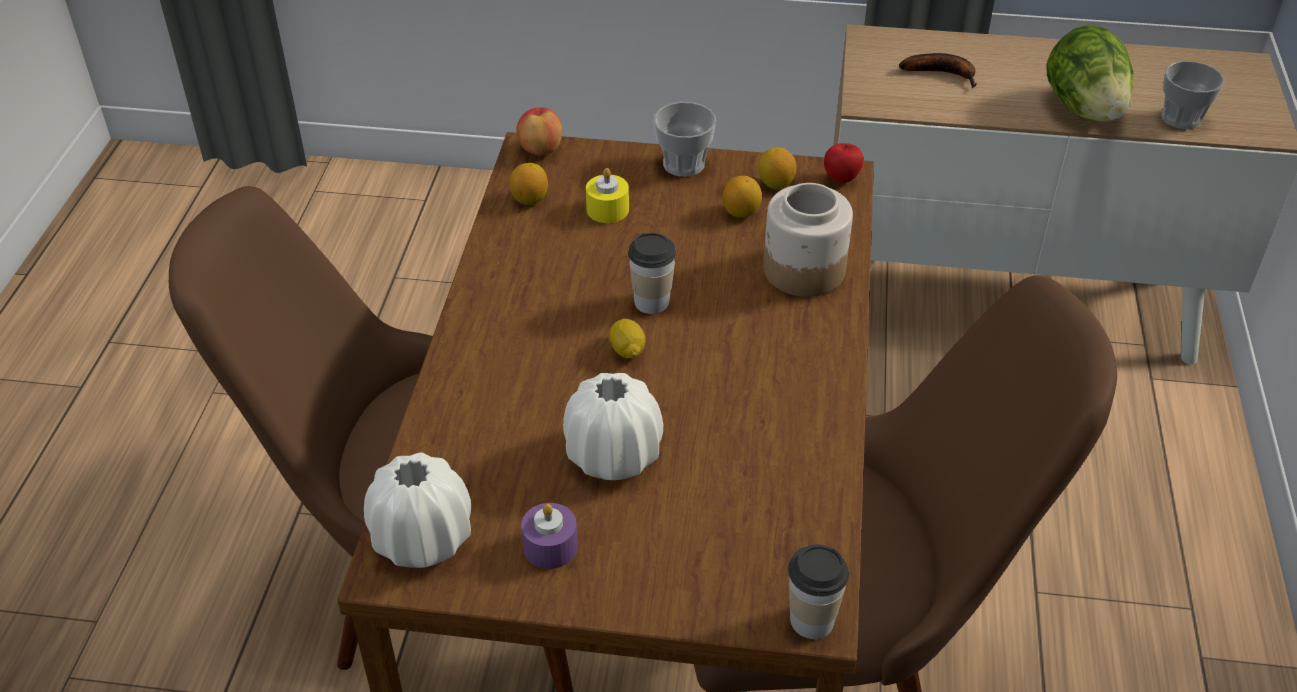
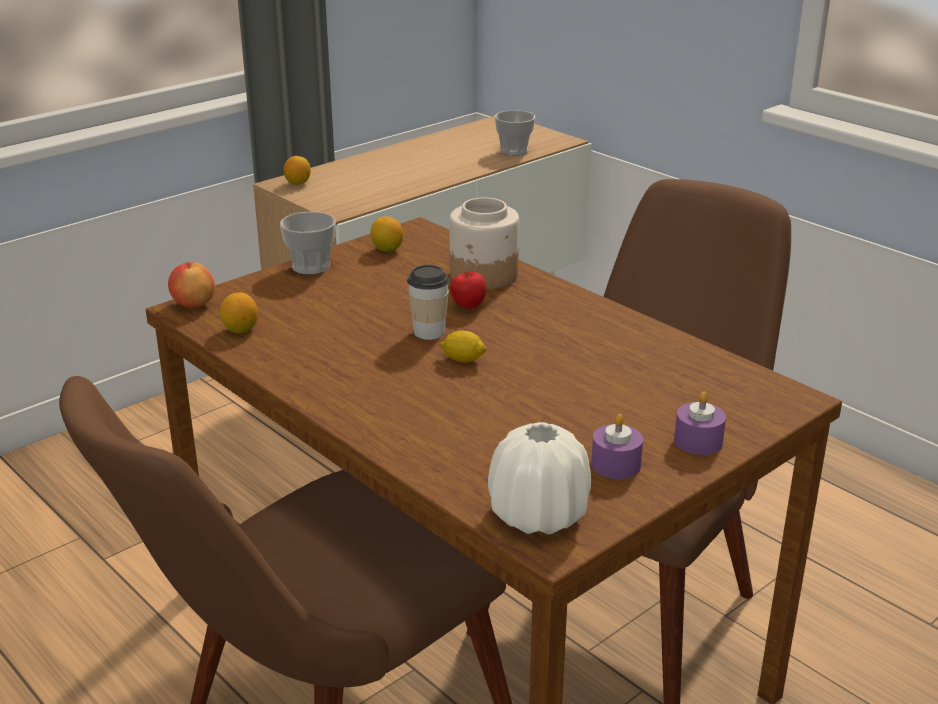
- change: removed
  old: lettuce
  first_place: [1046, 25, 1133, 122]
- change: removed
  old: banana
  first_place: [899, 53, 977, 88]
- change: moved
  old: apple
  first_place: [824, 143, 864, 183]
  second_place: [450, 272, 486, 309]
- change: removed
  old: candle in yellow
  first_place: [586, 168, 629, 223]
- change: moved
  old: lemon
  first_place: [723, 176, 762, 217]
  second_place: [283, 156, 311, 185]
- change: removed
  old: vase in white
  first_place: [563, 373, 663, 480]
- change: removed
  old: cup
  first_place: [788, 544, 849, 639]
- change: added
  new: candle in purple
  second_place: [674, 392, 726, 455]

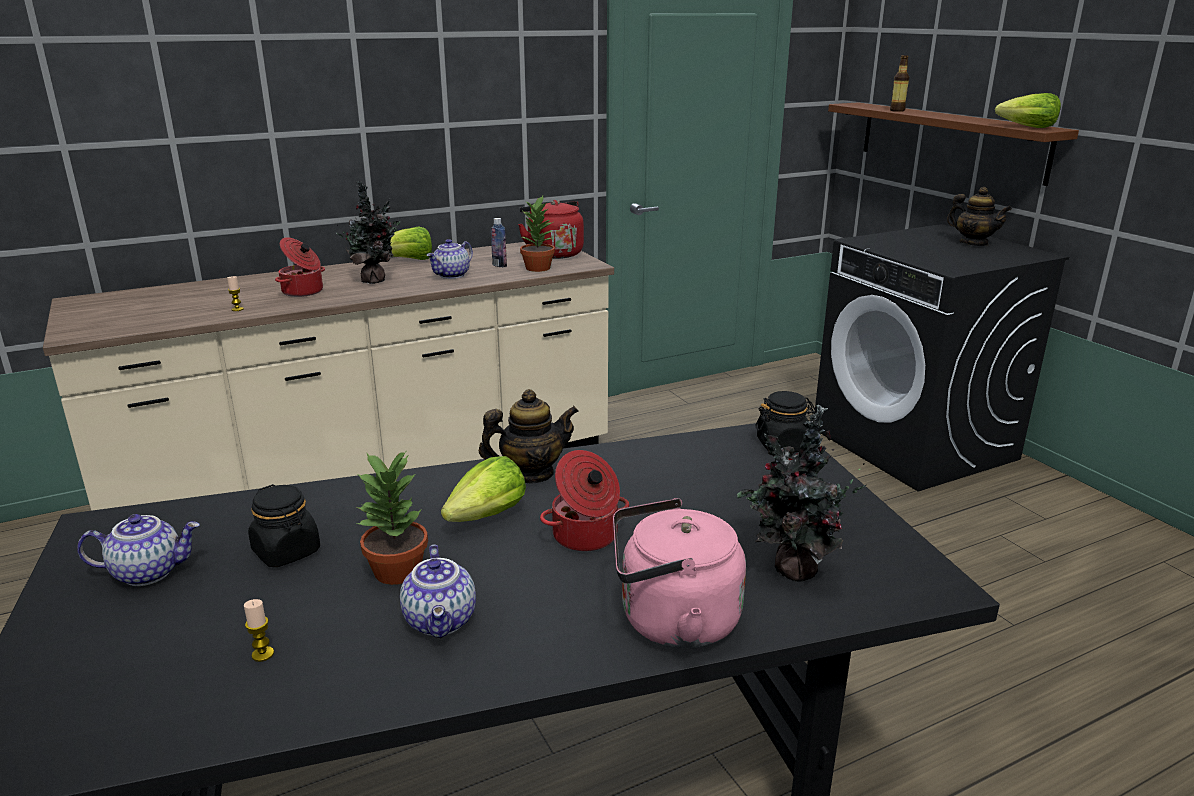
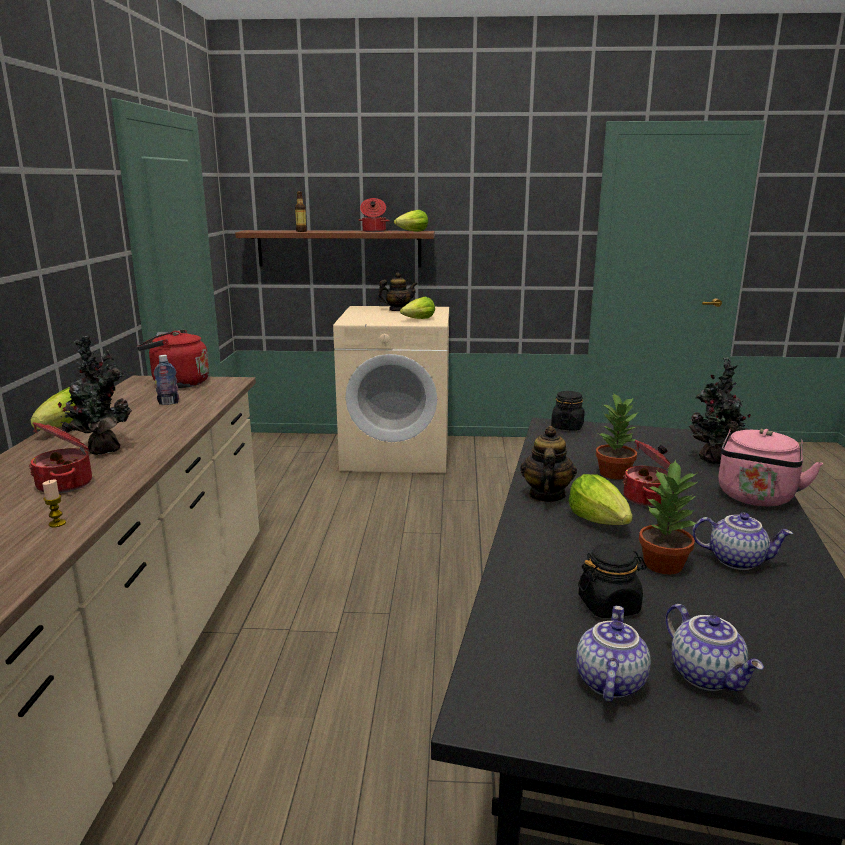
- change: moved
  old: potted plant
  first_place: [520, 196, 555, 272]
  second_place: [596, 392, 637, 479]
- change: recoloured
  old: washing machine in black
  new: washing machine in beige
  first_place: [815, 224, 1069, 491]
  second_place: [333, 306, 449, 473]
- change: moved
  old: teapot
  first_place: [426, 239, 473, 279]
  second_place: [666, 604, 764, 692]
- change: removed
  old: candle
  first_place: [244, 599, 274, 662]
- change: added
  new: cooking pot
  second_place: [358, 198, 390, 232]
- change: added
  new: lettuce
  second_place: [400, 297, 435, 319]

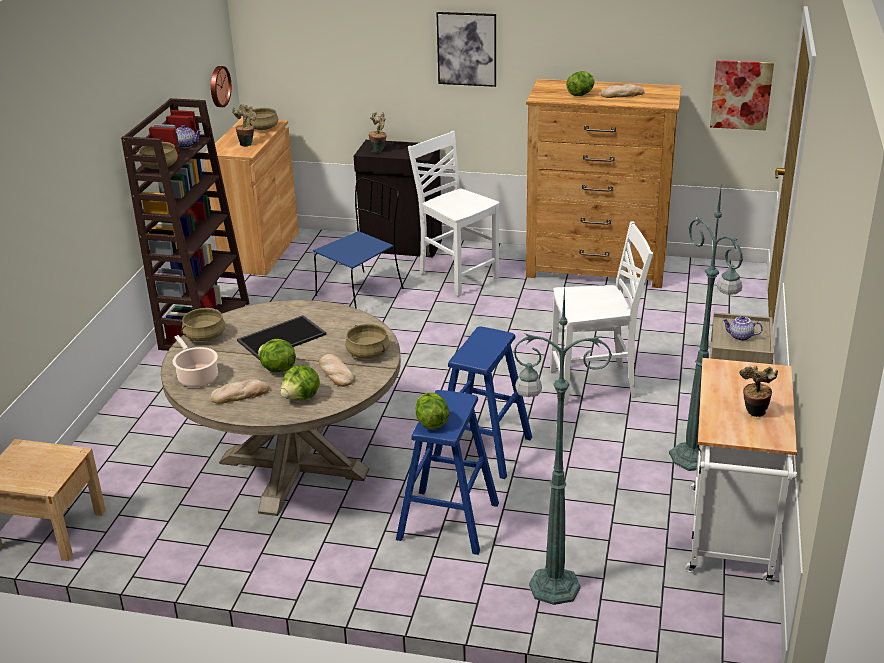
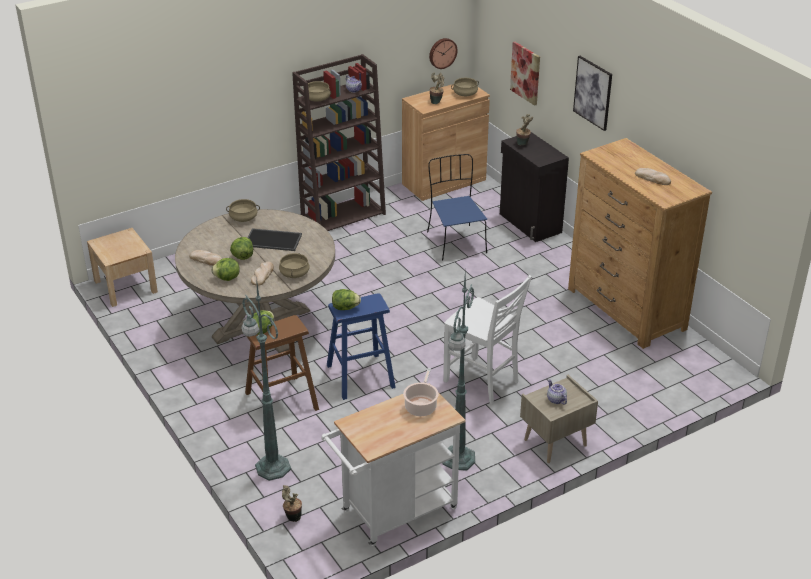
- change: moved
  old: picture
  first_place: [710, 60, 774, 130]
  second_place: [510, 42, 540, 106]
- change: moved
  old: lettuce
  first_place: [566, 71, 595, 96]
  second_place: [332, 289, 361, 310]
- change: removed
  old: chair in white
  first_place: [408, 131, 499, 297]
- change: turned
  old: chair in blue
  first_place: [313, 177, 404, 309]
  second_place: [427, 154, 487, 261]
  degrees: -105
- change: moved
  old: cooking pot
  first_place: [173, 335, 218, 387]
  second_place: [403, 368, 439, 416]
- change: moved
  old: potted plant
  first_place: [739, 366, 778, 417]
  second_place: [282, 485, 302, 522]
- change: recoloured
  old: stool in blue
  new: stool in brown
  first_place: [396, 390, 499, 555]
  second_place: [245, 315, 319, 411]

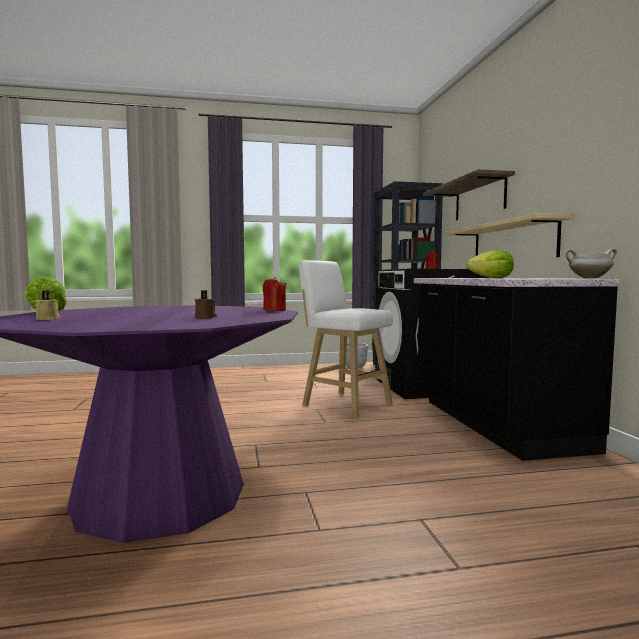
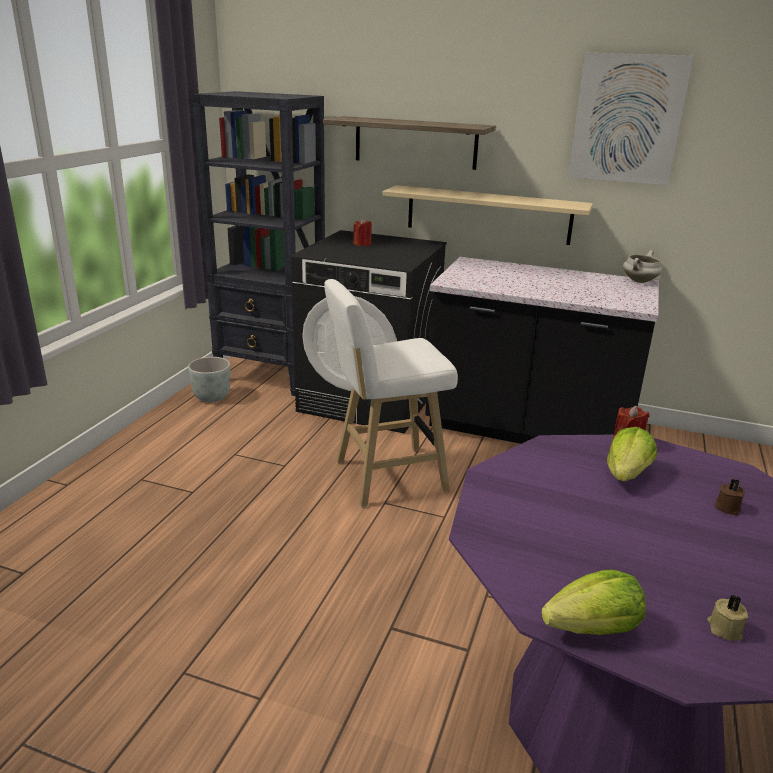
- change: moved
  old: lettuce
  first_place: [466, 250, 514, 278]
  second_place: [607, 427, 657, 482]
- change: added
  new: picture
  second_place: [568, 53, 694, 185]

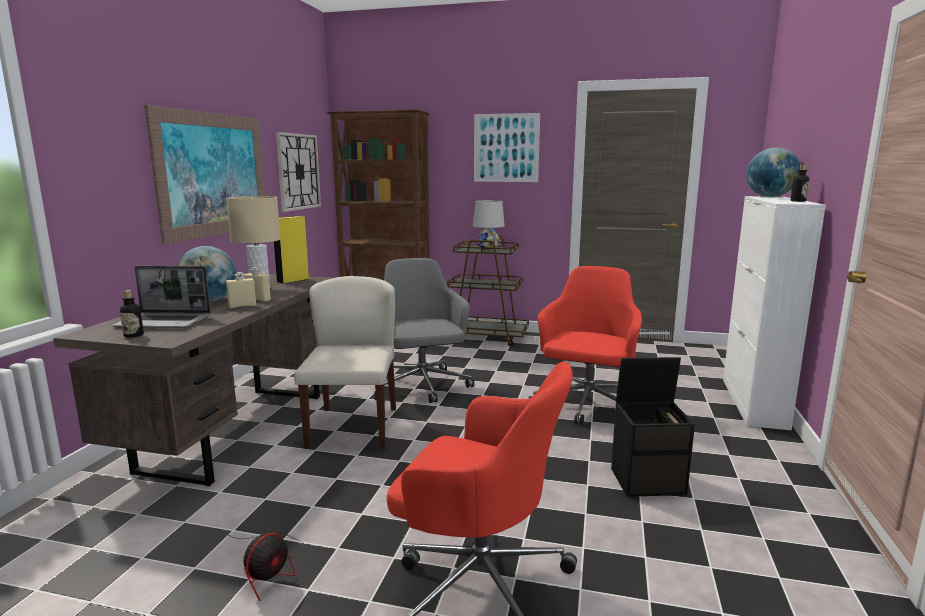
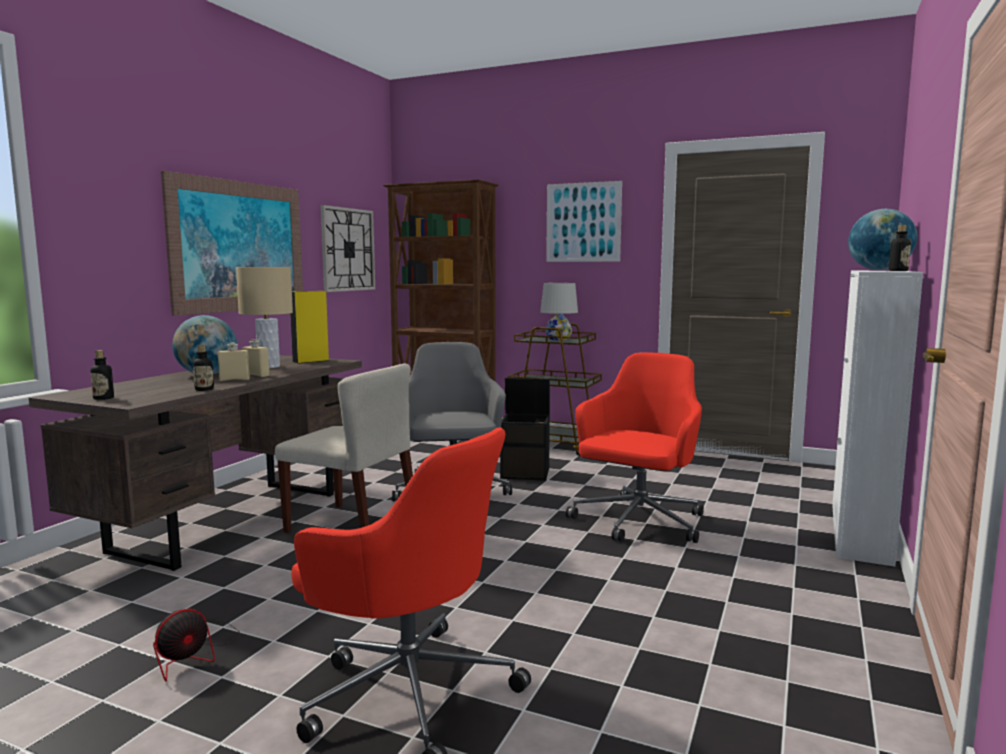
- change: removed
  old: laptop
  first_place: [111, 266, 211, 328]
- change: turned
  old: chair in beige
  first_place: [294, 276, 396, 448]
  second_place: [275, 363, 413, 533]
  degrees: 105
- change: moved
  old: storage box in black
  first_place: [611, 357, 695, 497]
  second_place: [500, 378, 550, 481]
- change: added
  new: bottle
  second_place: [193, 345, 214, 391]

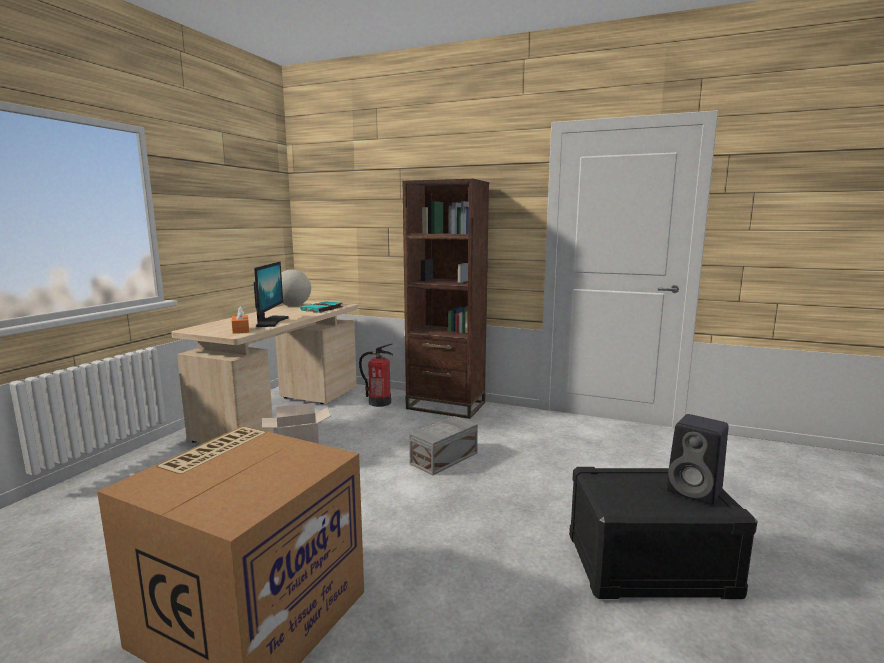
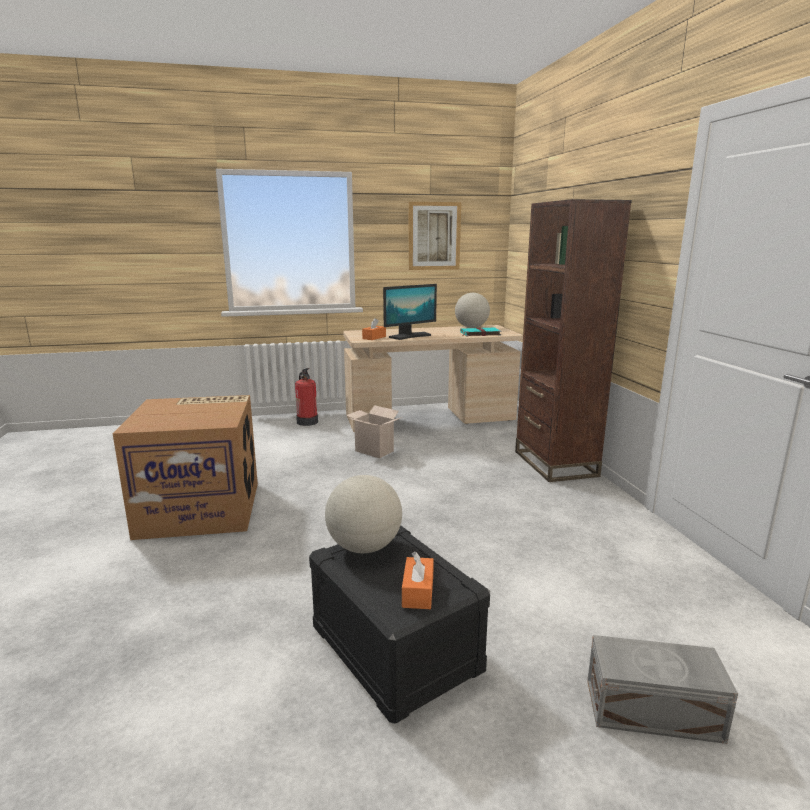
- change: moved
  old: fire extinguisher
  first_place: [359, 344, 393, 407]
  second_place: [295, 368, 318, 426]
- change: replaced
  old: speaker in black
  new: tissue box in orange
  first_place: [667, 414, 728, 505]
  second_place: [402, 552, 434, 609]
- change: moved
  old: storage box in grey
  first_place: [409, 416, 478, 475]
  second_place: [587, 635, 738, 744]
- change: added
  new: picture
  second_place: [409, 202, 461, 270]
- change: added
  new: globe
  second_place: [325, 475, 402, 553]

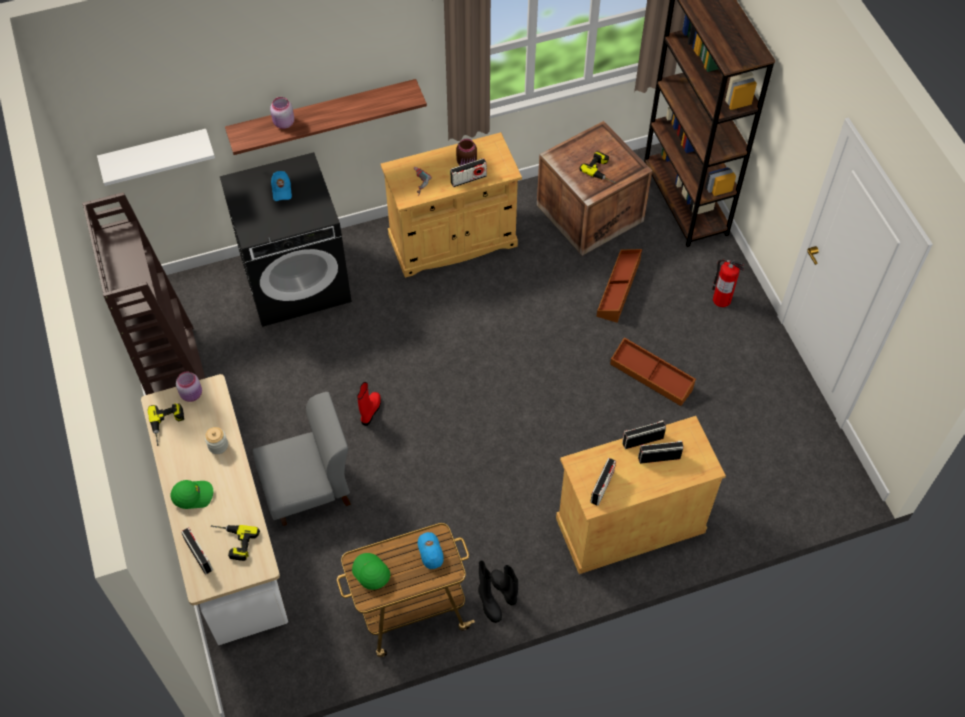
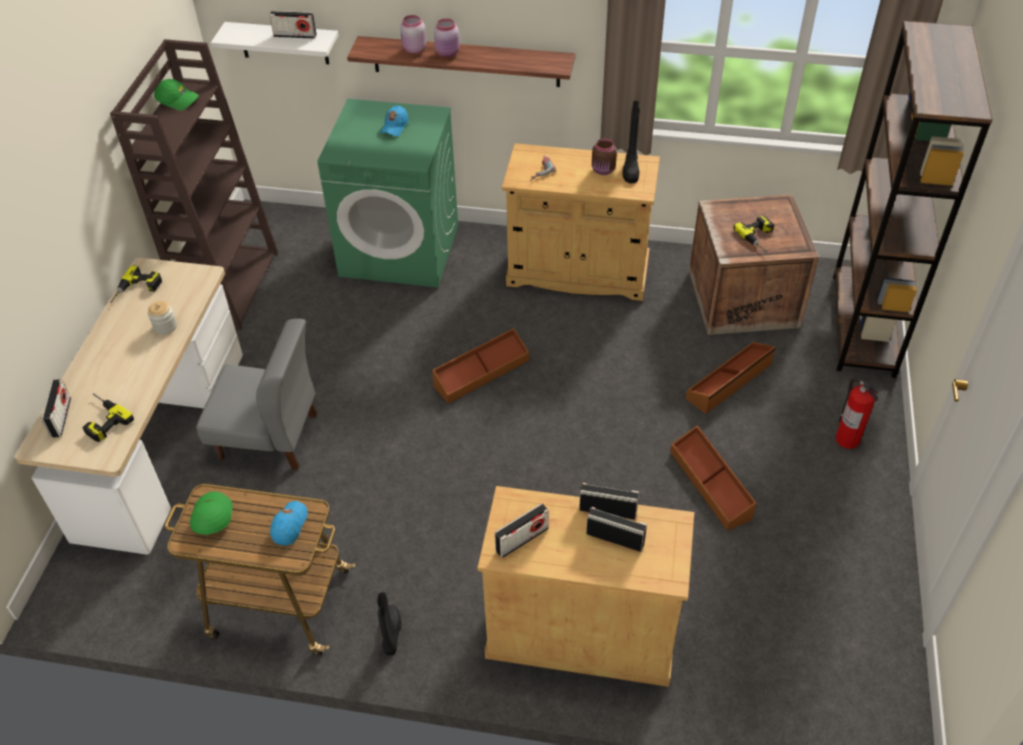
- change: recoloured
  old: washing machine in black
  new: washing machine in green
  first_place: [220, 152, 352, 327]
  second_place: [317, 99, 458, 287]
- change: moved
  old: radio
  first_place: [450, 158, 487, 187]
  second_place: [269, 11, 317, 39]
- change: moved
  old: jar in pink
  first_place: [176, 372, 202, 402]
  second_place: [434, 18, 460, 57]
- change: removed
  old: boot in red
  first_place: [357, 382, 381, 426]
- change: moved
  old: cap in green
  first_place: [170, 480, 213, 509]
  second_place: [154, 79, 199, 111]
- change: moved
  old: boot in black
  first_place: [478, 560, 502, 623]
  second_place: [622, 101, 640, 183]
- change: added
  new: storage box in brown
  second_place: [432, 328, 529, 404]

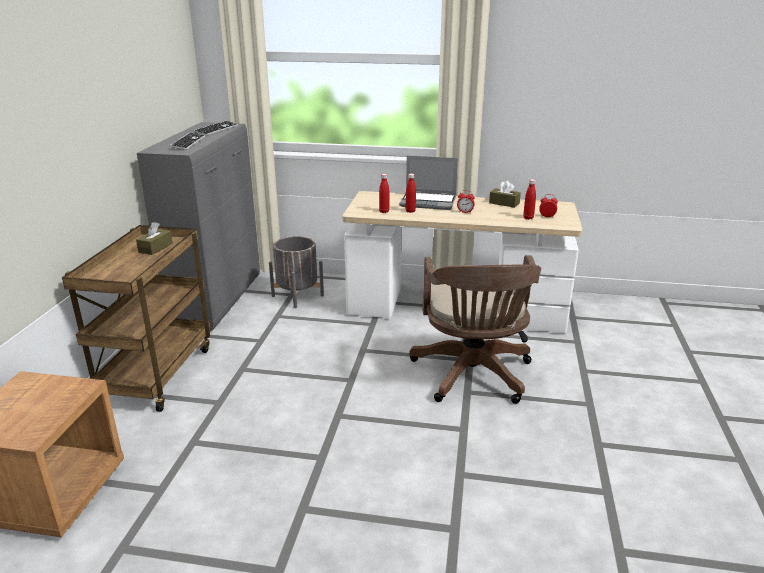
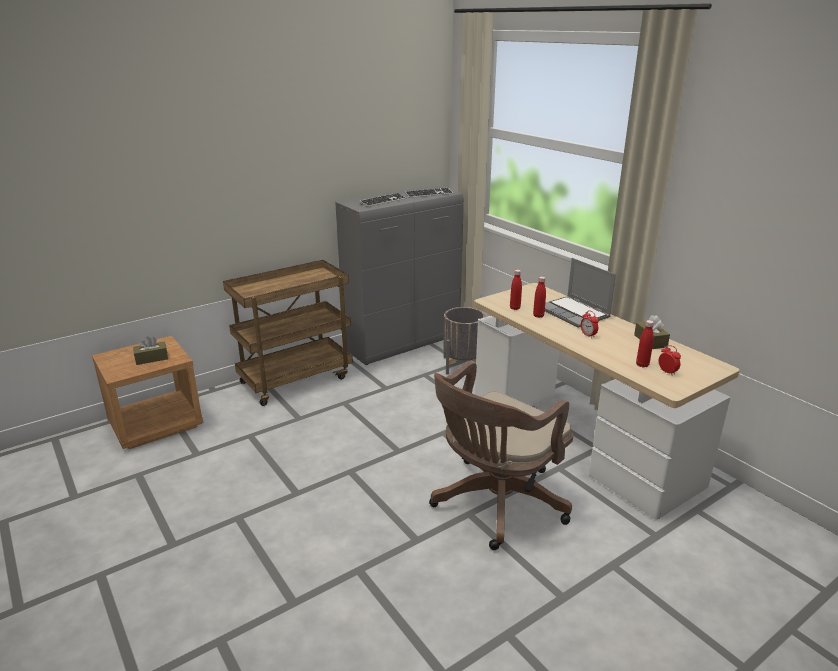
- change: moved
  old: tissue box in brown
  first_place: [136, 222, 173, 255]
  second_place: [133, 336, 168, 365]

